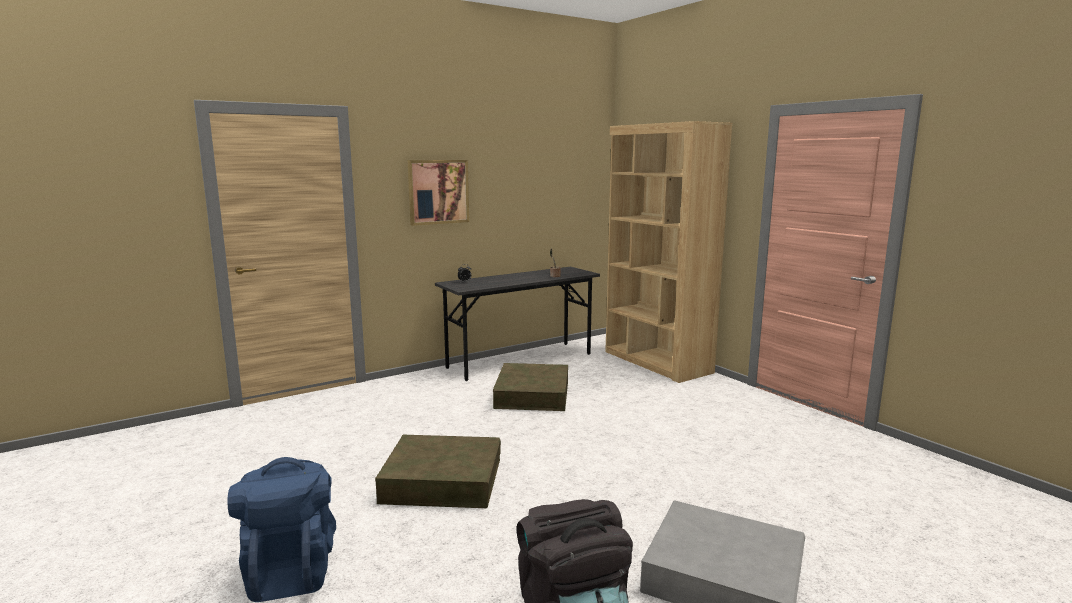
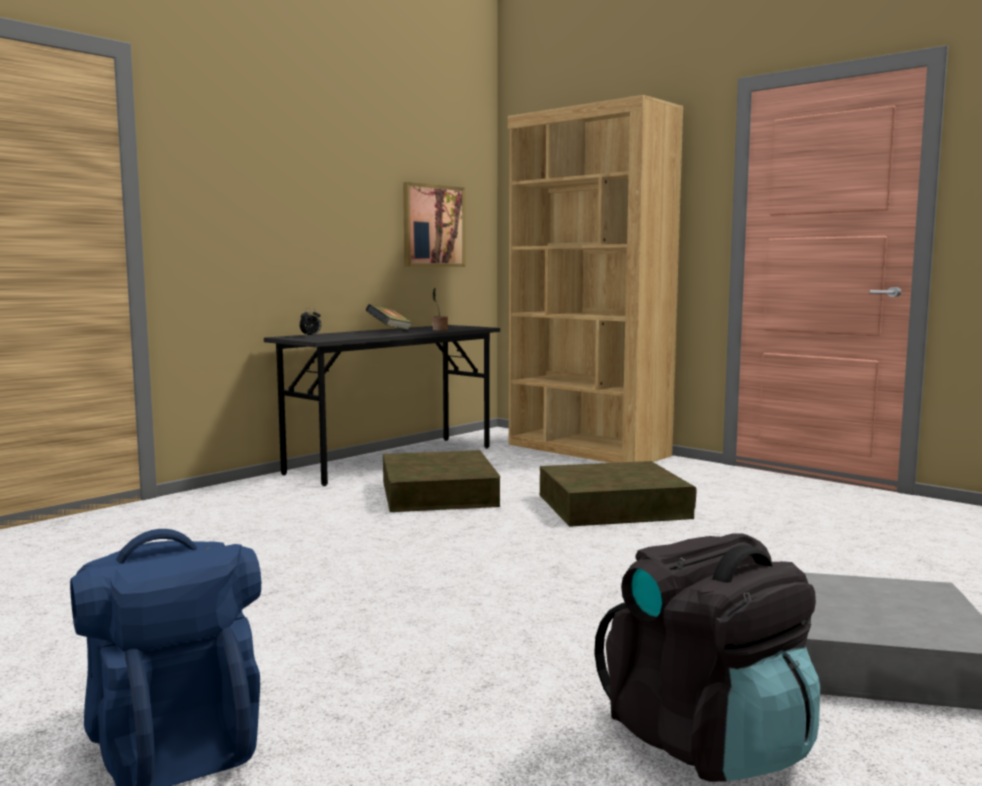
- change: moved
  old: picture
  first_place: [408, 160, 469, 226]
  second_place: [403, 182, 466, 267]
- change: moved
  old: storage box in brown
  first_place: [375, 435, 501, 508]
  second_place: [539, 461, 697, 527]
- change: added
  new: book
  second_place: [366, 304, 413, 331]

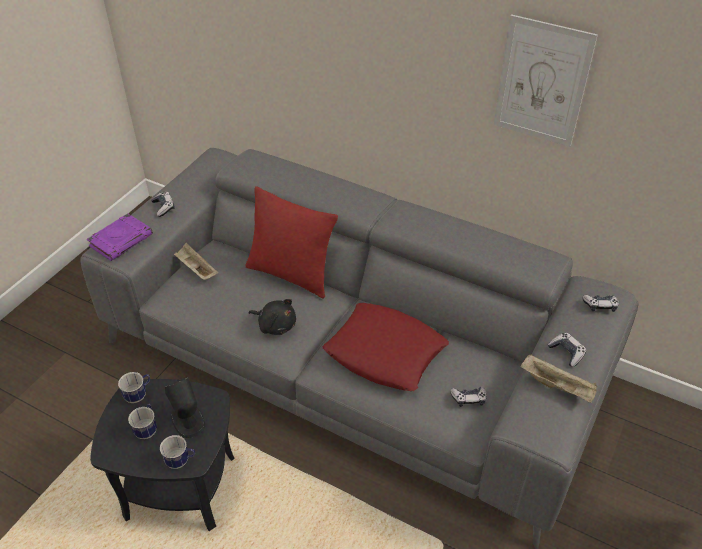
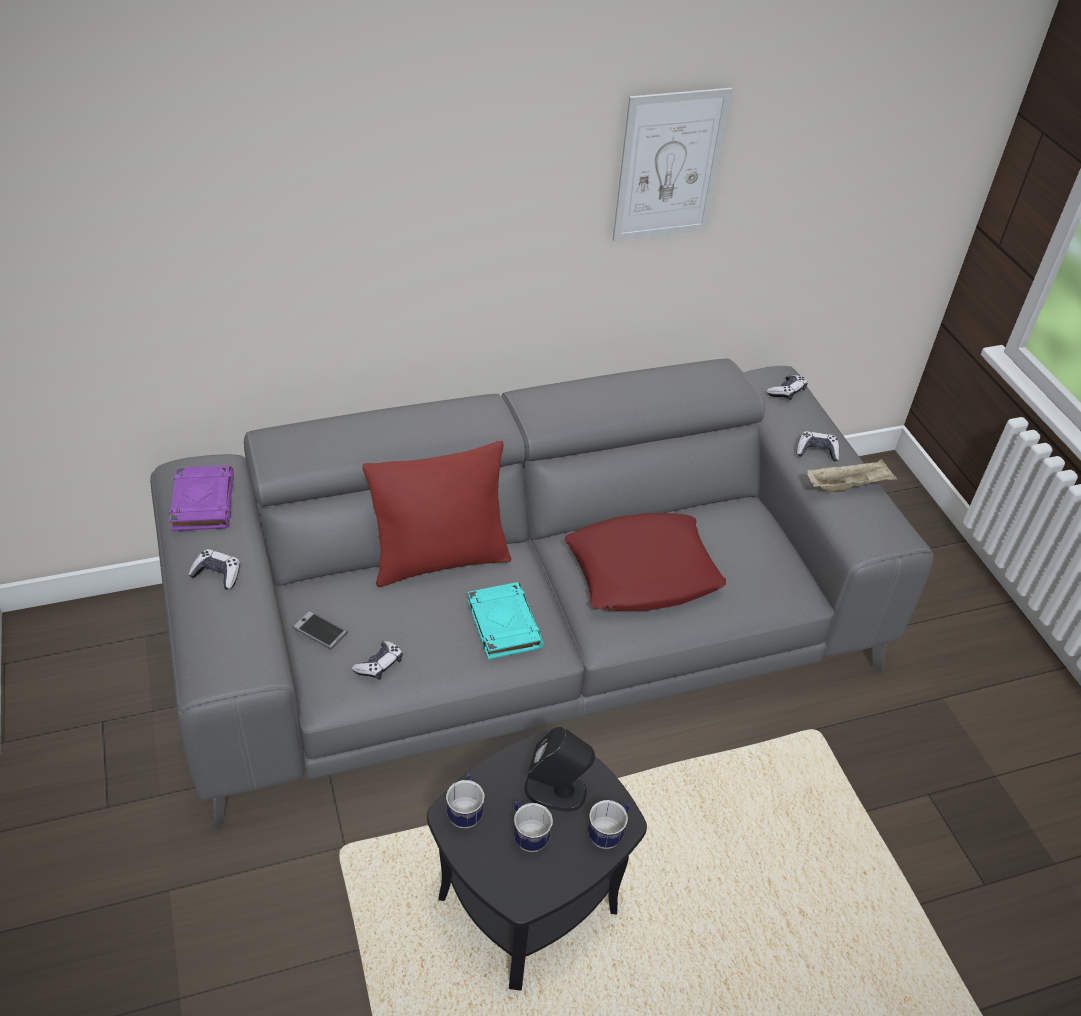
- change: moved
  old: book in purple
  first_place: [87, 213, 153, 261]
  second_place: [169, 465, 234, 531]
- change: replaced
  old: tray in beige
  new: phone
  first_place: [174, 243, 218, 280]
  second_place: [292, 610, 348, 649]
- change: replaced
  old: plush toy in black
  new: book in turquoise
  first_place: [249, 299, 296, 335]
  second_place: [467, 582, 544, 660]
- change: moved
  old: game controller
  first_place: [450, 386, 487, 407]
  second_place: [352, 641, 403, 680]

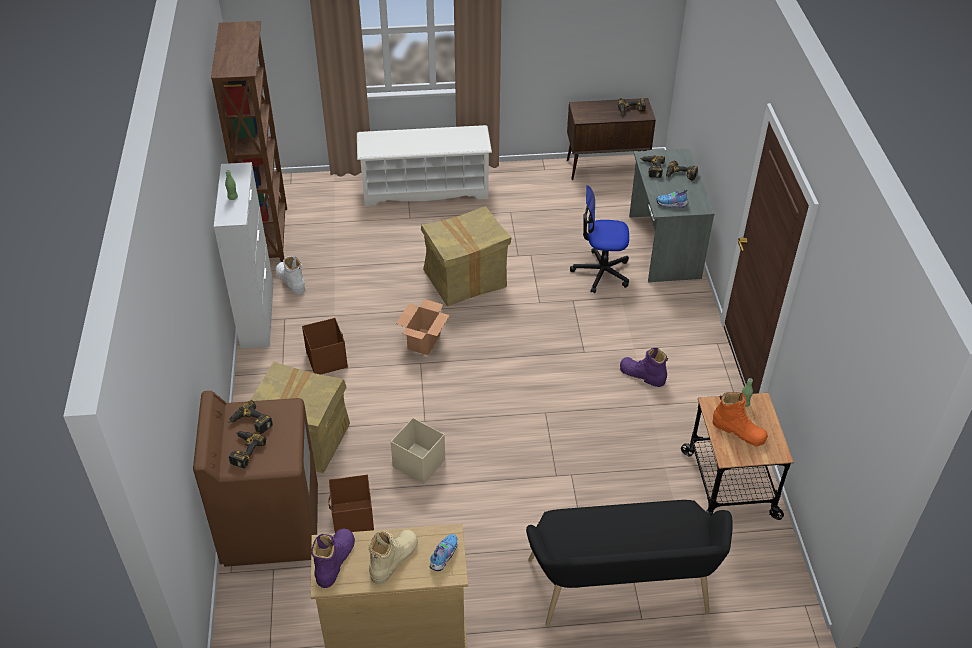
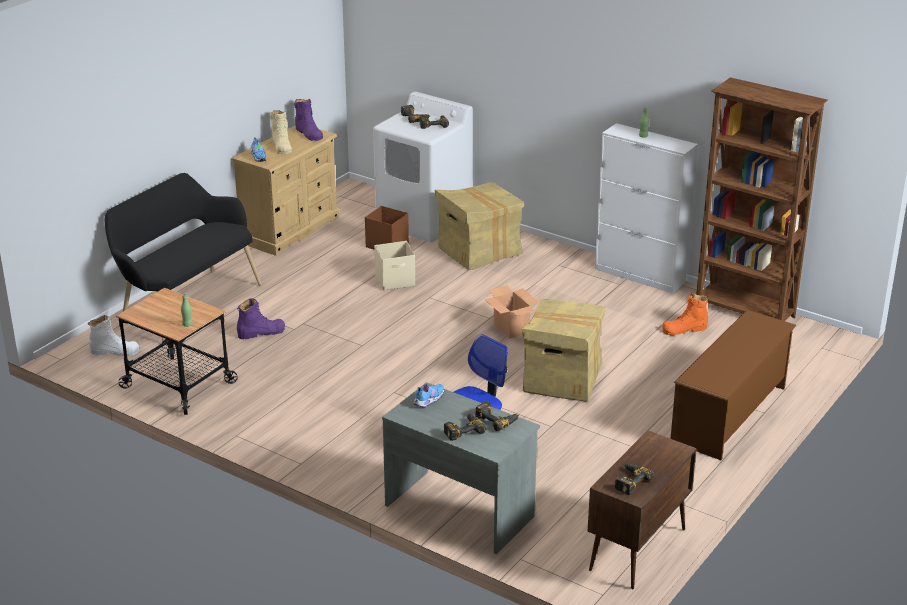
- change: recoloured
  old: shoe rack in white
  new: shoe rack in brown
  first_place: [357, 125, 492, 206]
  second_place: [670, 310, 796, 460]
- change: moved
  old: boot in white
  first_place: [275, 256, 305, 294]
  second_place: [88, 315, 139, 356]
- change: removed
  old: storage box in brown
  first_place: [302, 318, 348, 375]
- change: moved
  old: boot in purple
  first_place: [620, 348, 668, 387]
  second_place: [237, 298, 285, 339]
- change: recoloured
  old: washing machine in brown
  new: washing machine in white
  first_place: [193, 391, 318, 567]
  second_place: [373, 92, 473, 242]
- change: moved
  old: boot in orange
  first_place: [713, 392, 768, 446]
  second_place: [662, 293, 708, 335]

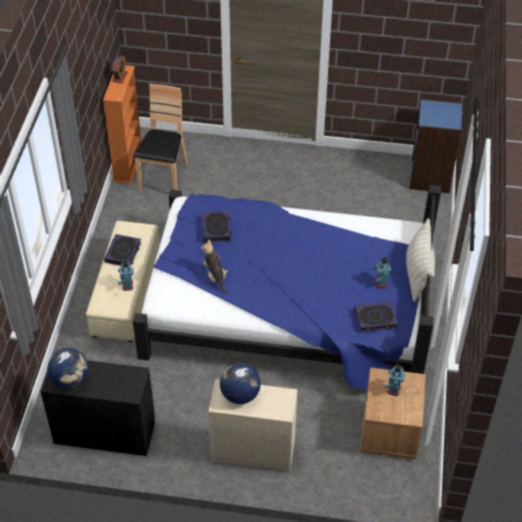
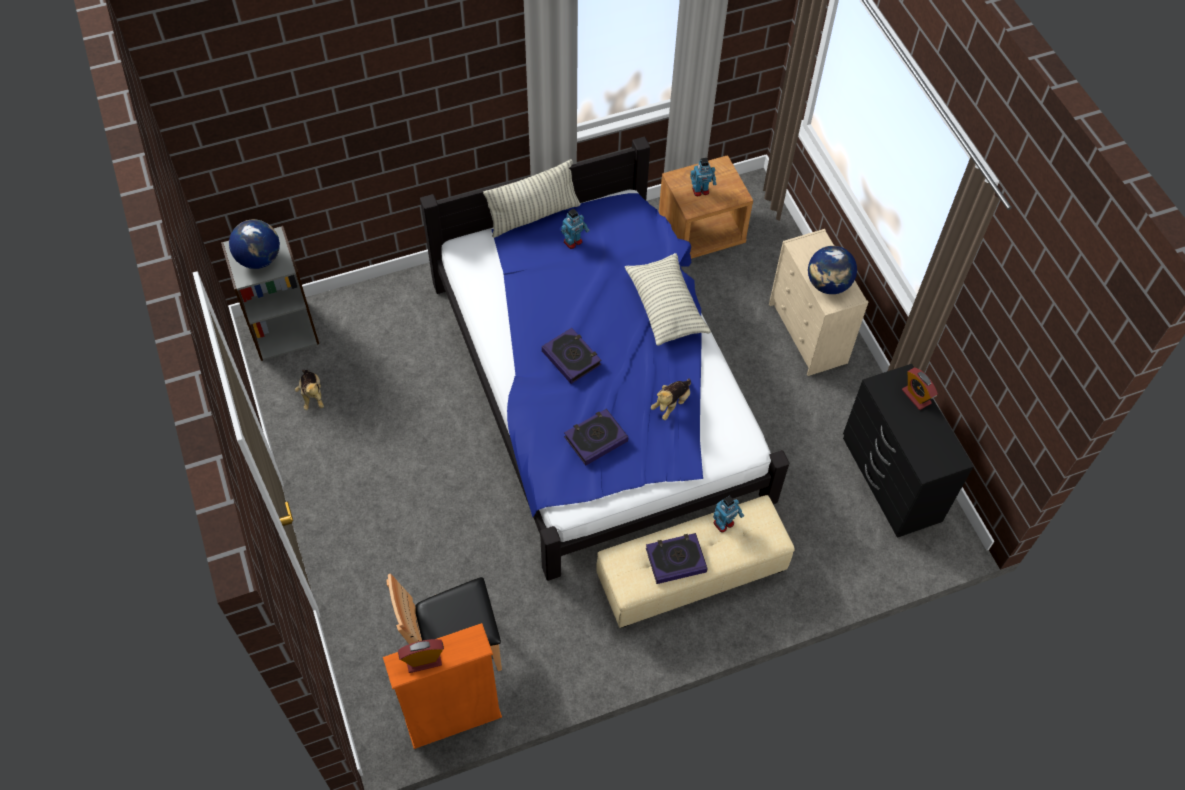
- change: recoloured
  old: bookcase in blue
  new: bookcase in grey
  first_place: [409, 99, 463, 193]
  second_place: [221, 226, 319, 361]
- change: moved
  old: book
  first_place: [354, 301, 398, 332]
  second_place: [542, 328, 602, 384]
- change: moved
  old: globe
  first_place: [47, 348, 89, 389]
  second_place: [229, 219, 280, 269]
- change: added
  new: pillow
  second_place: [625, 253, 711, 346]
- change: added
  new: alarm clock
  second_place: [902, 367, 938, 410]
- change: added
  new: plush toy
  second_place: [295, 370, 324, 410]

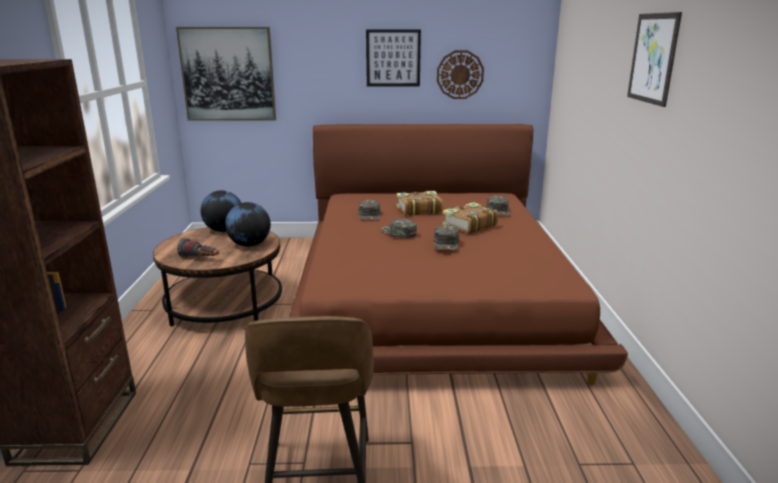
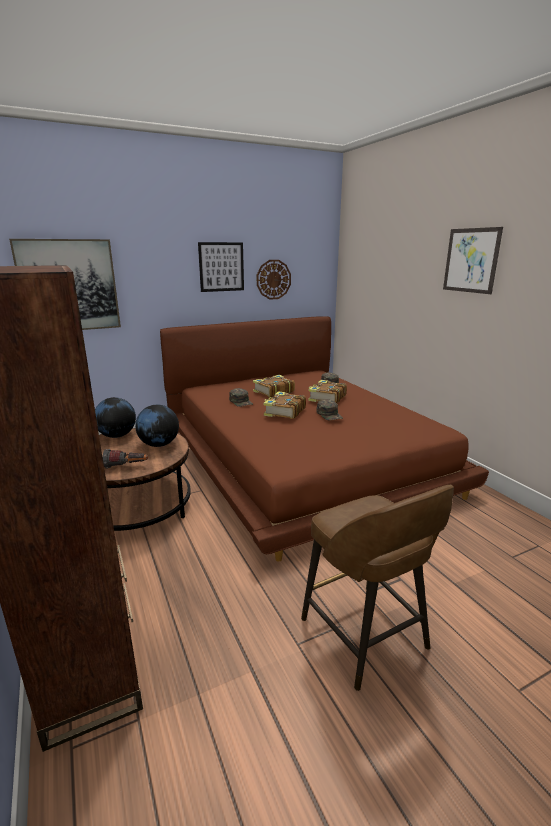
- change: replaced
  old: cap in green
  new: book
  first_place: [381, 218, 417, 238]
  second_place: [264, 391, 306, 419]

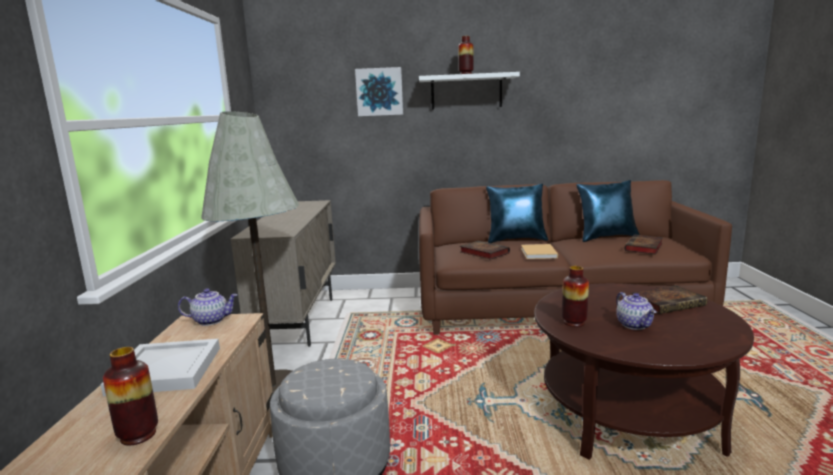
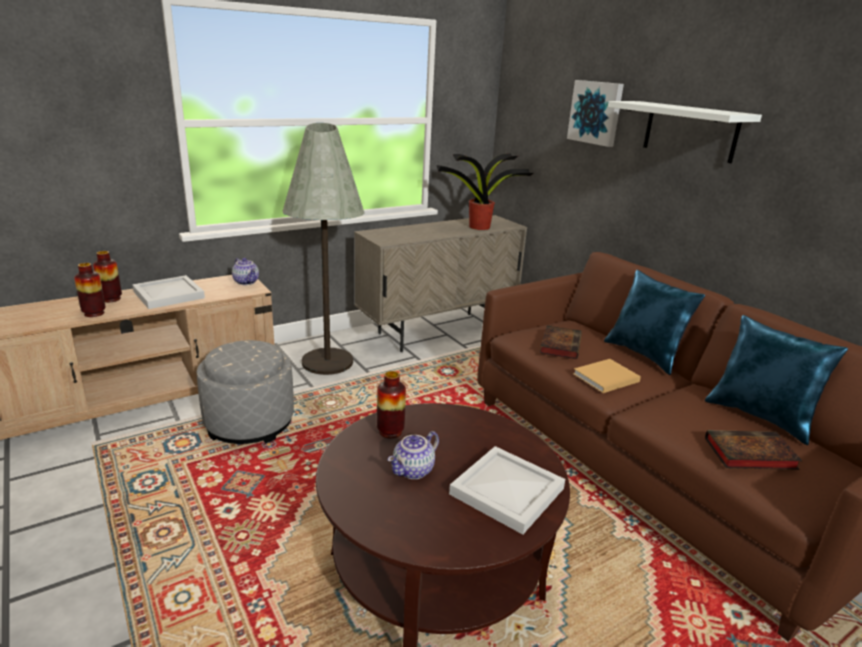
- change: moved
  old: vase
  first_place: [458, 36, 474, 74]
  second_place: [93, 251, 122, 302]
- change: replaced
  old: book
  new: tray in white
  first_place: [631, 285, 708, 314]
  second_place: [449, 446, 565, 535]
- change: added
  new: potted plant
  second_place: [436, 153, 534, 230]

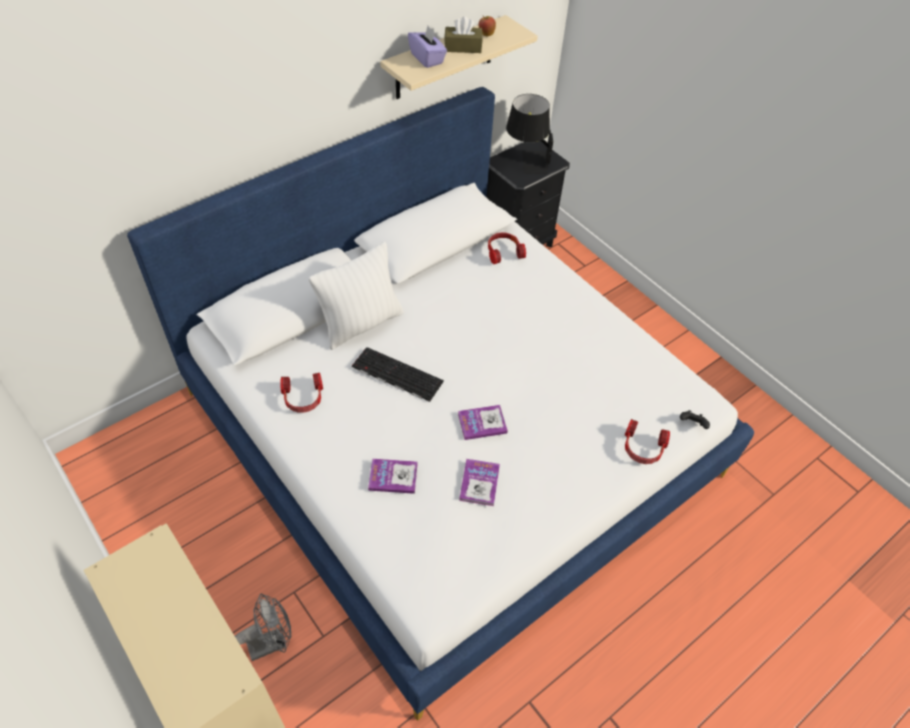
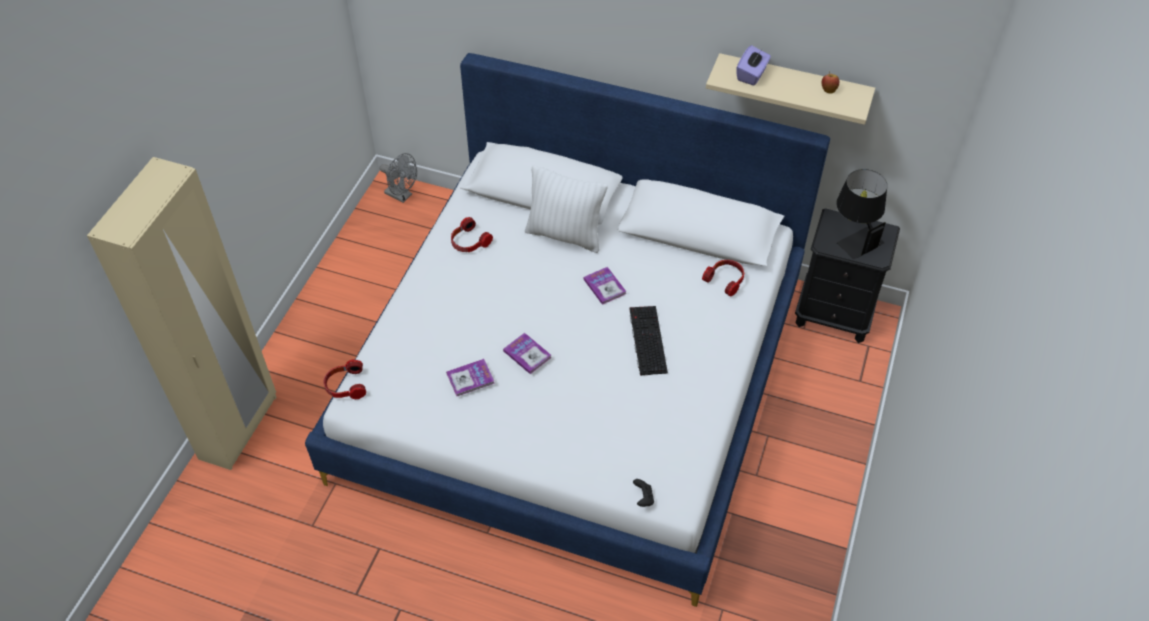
- change: removed
  old: tissue box in brown
  first_place: [444, 16, 482, 53]
- change: moved
  old: keyboard
  first_place: [352, 347, 444, 402]
  second_place: [629, 306, 668, 376]
- change: moved
  old: headphones
  first_place: [625, 419, 670, 464]
  second_place: [323, 359, 366, 399]
- change: moved
  old: book
  first_place: [368, 459, 418, 494]
  second_place: [584, 267, 627, 305]
- change: moved
  old: fan in grey
  first_place: [235, 594, 291, 661]
  second_place: [379, 153, 417, 203]

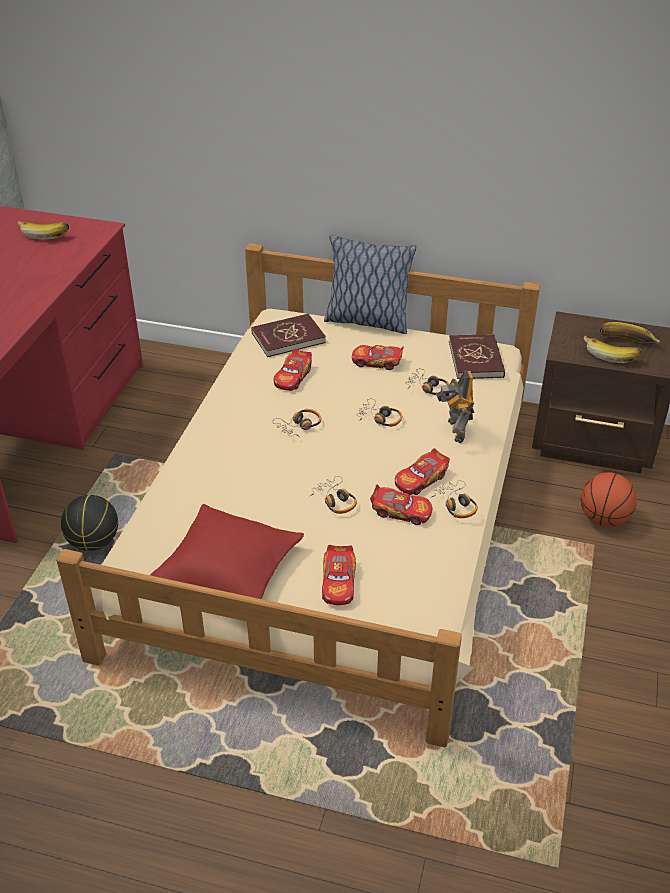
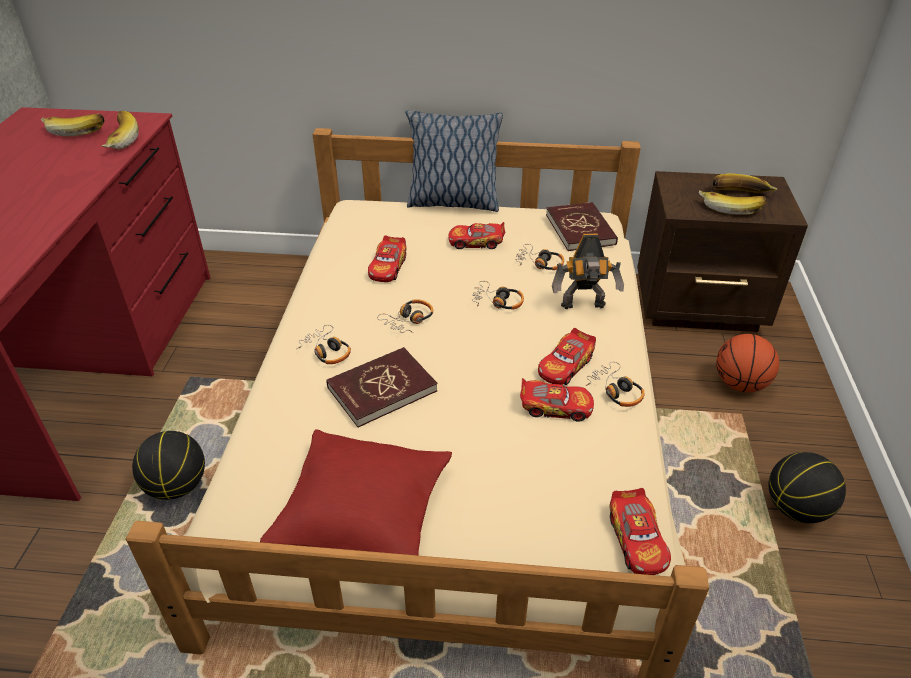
- change: moved
  old: book in red
  first_place: [251, 314, 326, 357]
  second_place: [326, 347, 437, 427]
- change: turned
  old: toy robot
  first_place: [436, 371, 474, 443]
  second_place: [552, 233, 624, 309]
  degrees: -75
- change: moved
  old: headphones
  first_place: [310, 476, 357, 514]
  second_place: [297, 325, 351, 364]
- change: moved
  old: toy car
  first_place: [322, 545, 356, 605]
  second_place: [610, 488, 671, 575]
- change: added
  new: banana
  second_place: [101, 111, 139, 149]
- change: added
  new: basketball
  second_place: [768, 452, 846, 523]

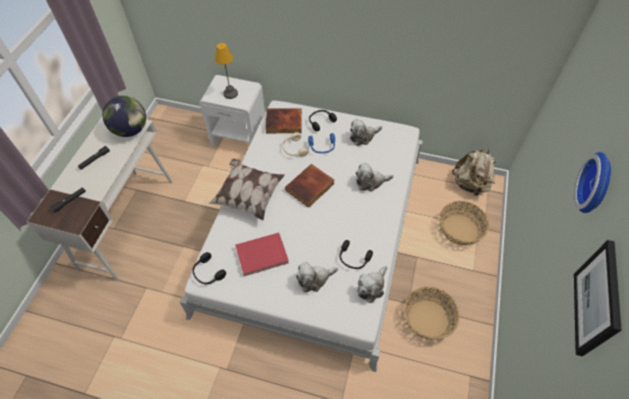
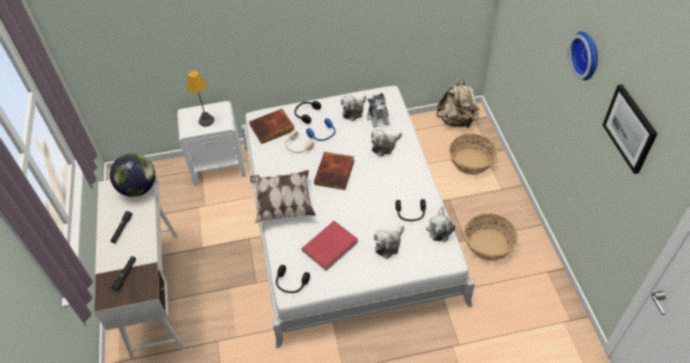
- change: added
  new: plush toy
  second_place: [367, 93, 390, 127]

